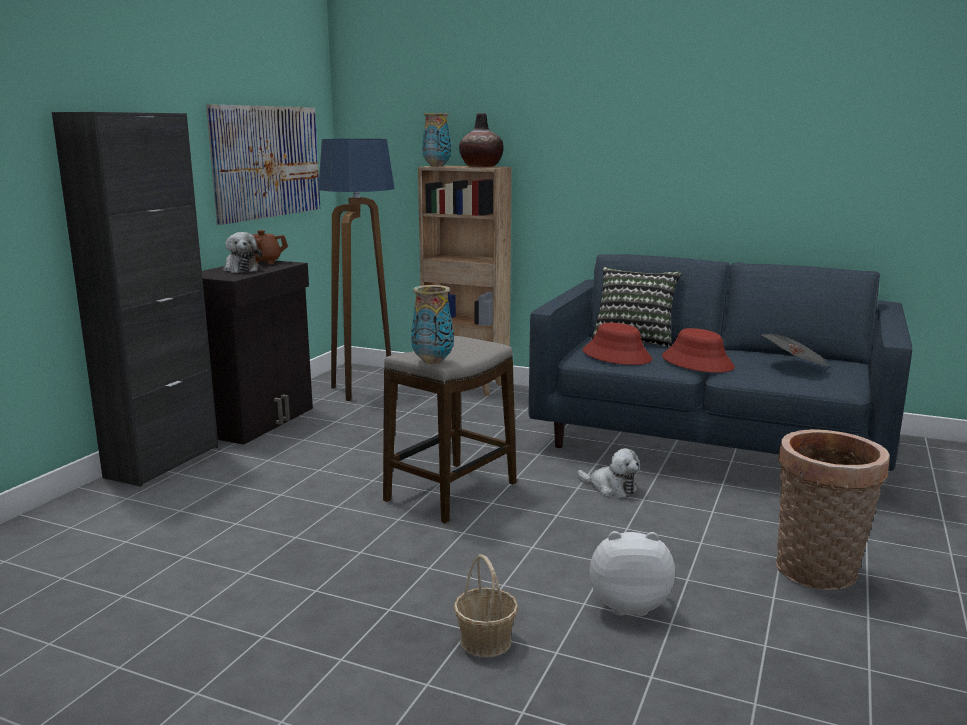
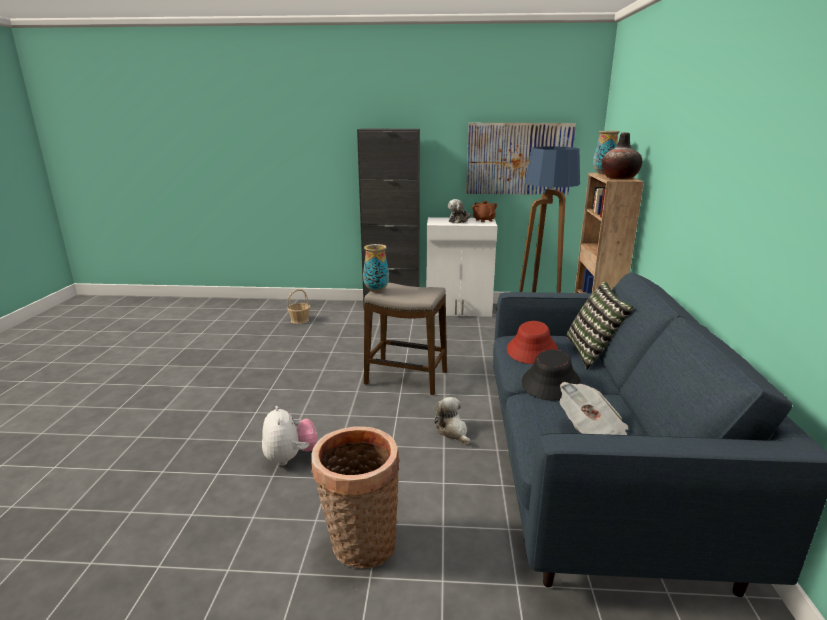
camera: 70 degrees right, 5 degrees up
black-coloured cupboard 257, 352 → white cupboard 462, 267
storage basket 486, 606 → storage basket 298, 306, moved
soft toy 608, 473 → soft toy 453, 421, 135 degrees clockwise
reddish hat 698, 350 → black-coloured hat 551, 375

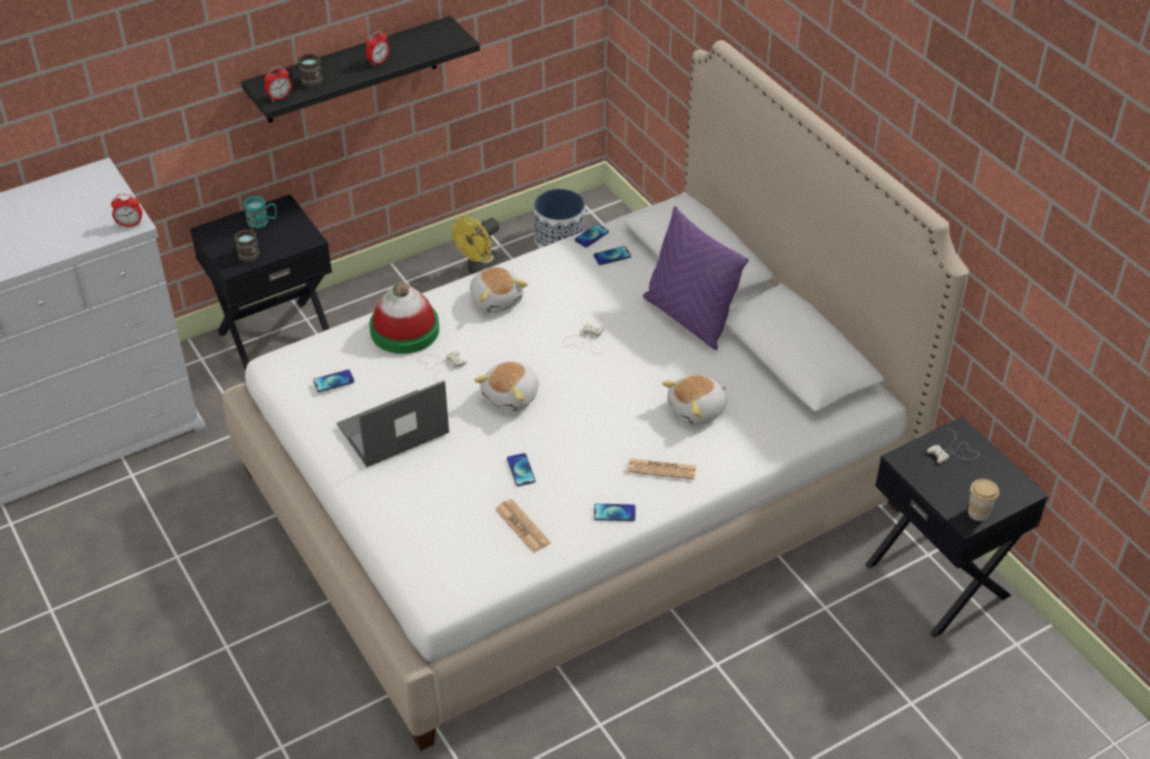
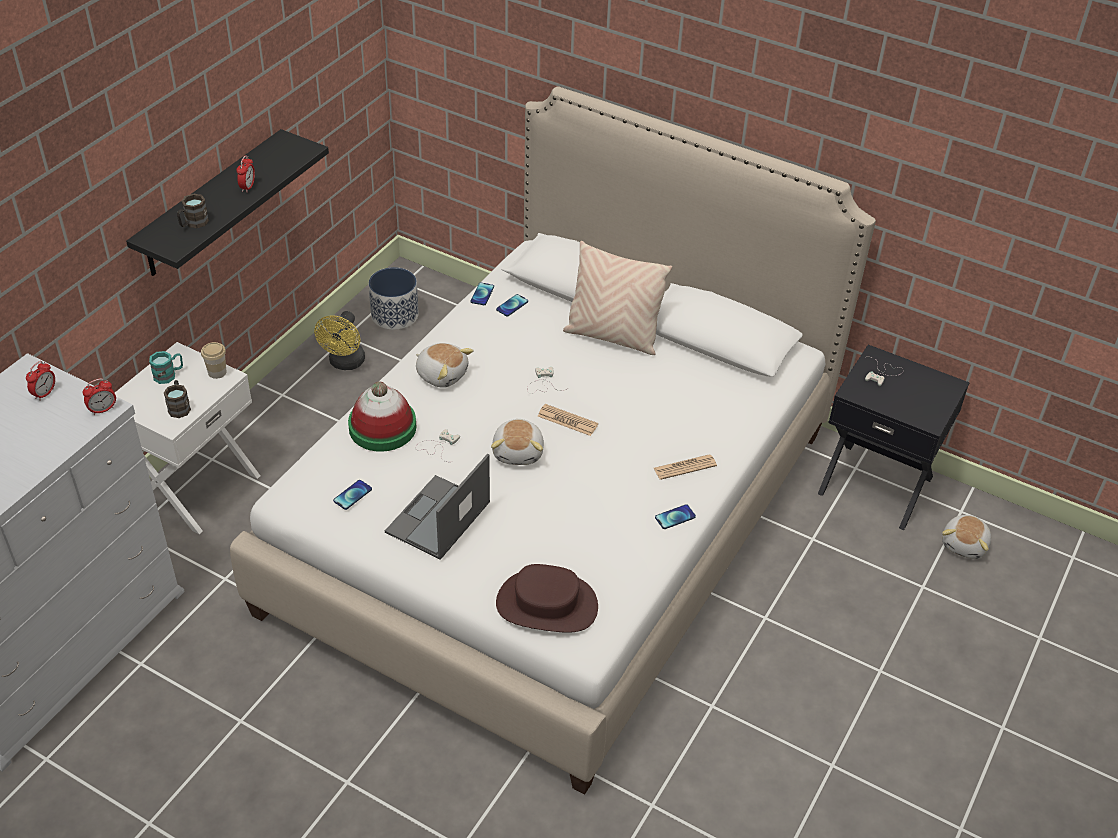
camera: 30 degrees left, 0 degrees up
black-coloured bedside table 261, 282 → white bedside table 187, 438
bedside clock 278, 84 → bedside clock 40, 380, moved
printed paper 523, 526 → printed paper 568, 420, moved
telephone 521, 469 → -
purplish pillow 696, 278 → beige pillow 617, 298
soft toy 694, 400 → soft toy 966, 537, moved
cup 983, 500 → cup 214, 360, moved
- → brown hat 547, 598

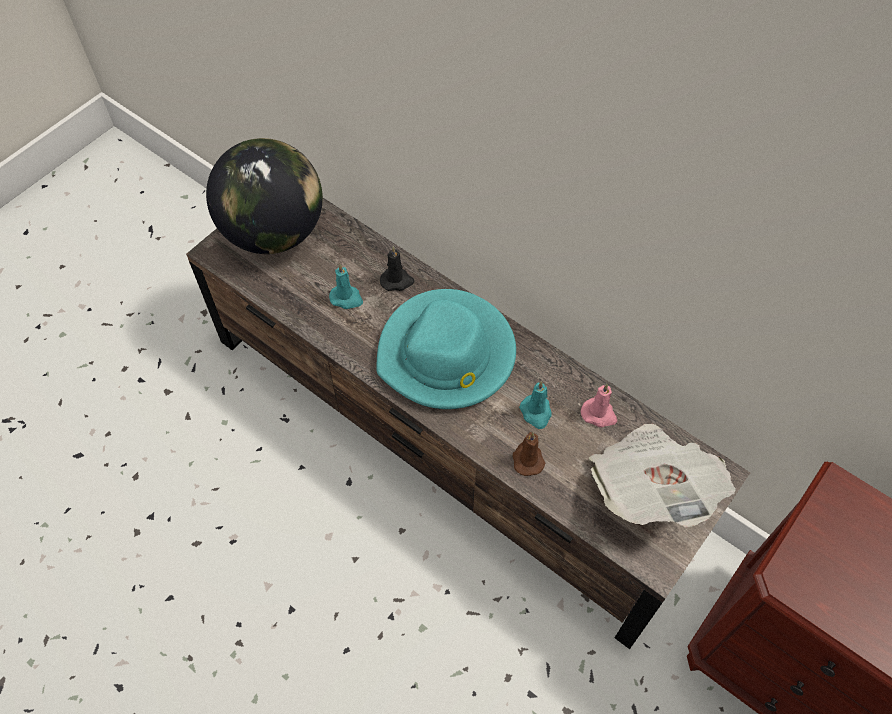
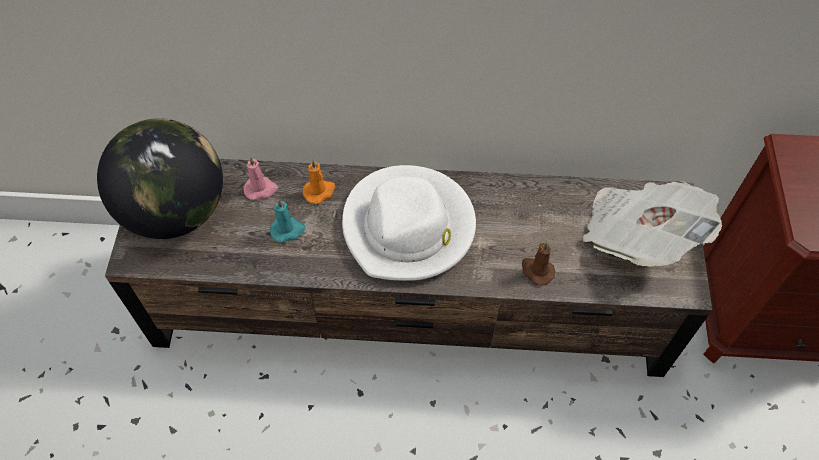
camera: 35 degrees left, 0 degrees up
turquoise-coloured hat 446, 349 → white hat 409, 223
black-coloured wax light 397, 268 → orange-coloured wax light 319, 182
turquoise-coloured wax light 535, 405 → -
pink-coloured wax light 599, 405 → pink-coloured wax light 261, 179, moved

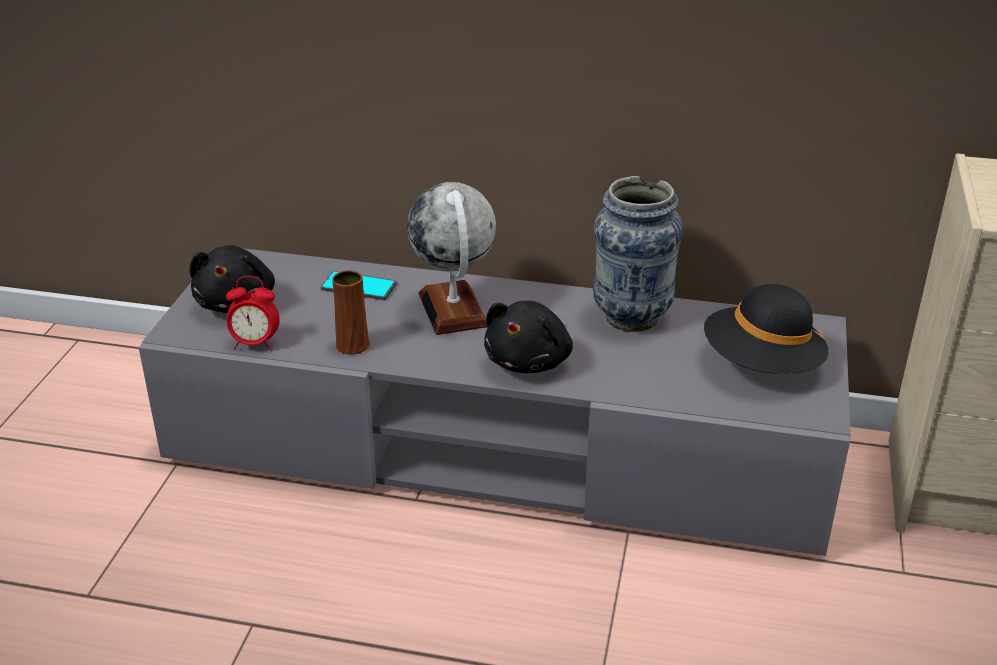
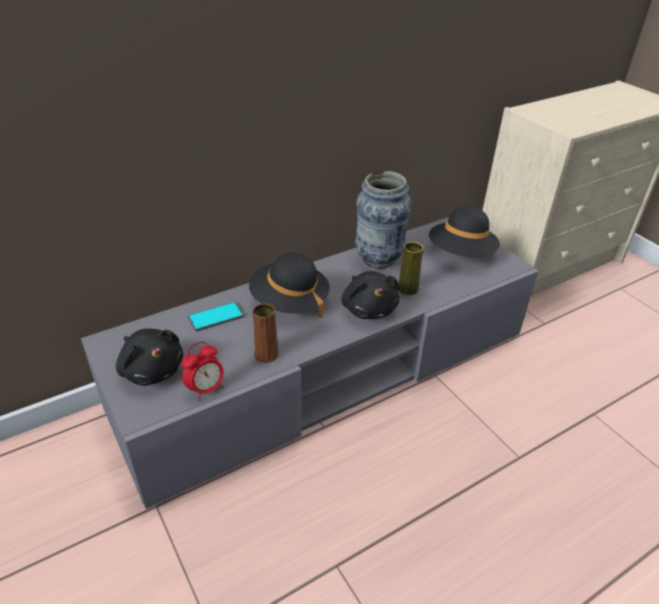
camera: 45 degrees left, 5 degrees up
world globe 451, 258 → black-coloured hat 289, 285
- → yellow-coloured decorative vase 410, 268

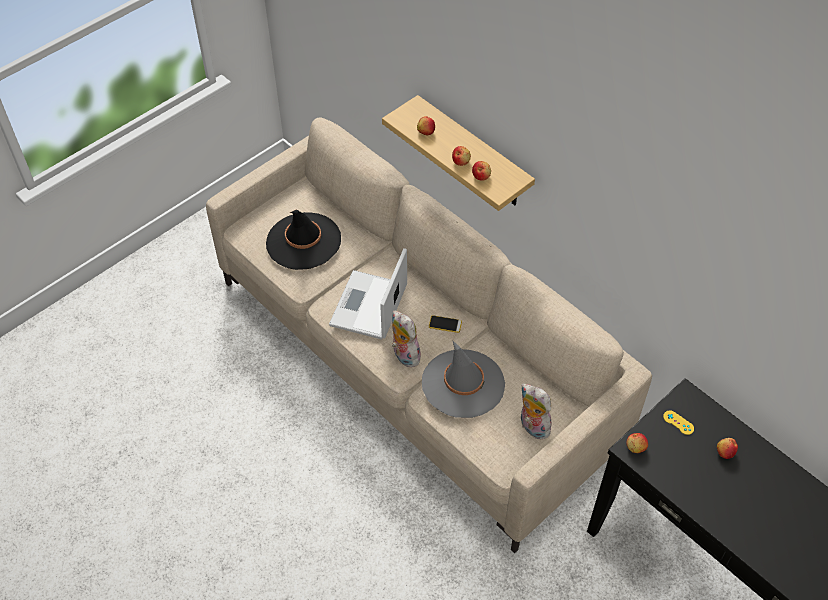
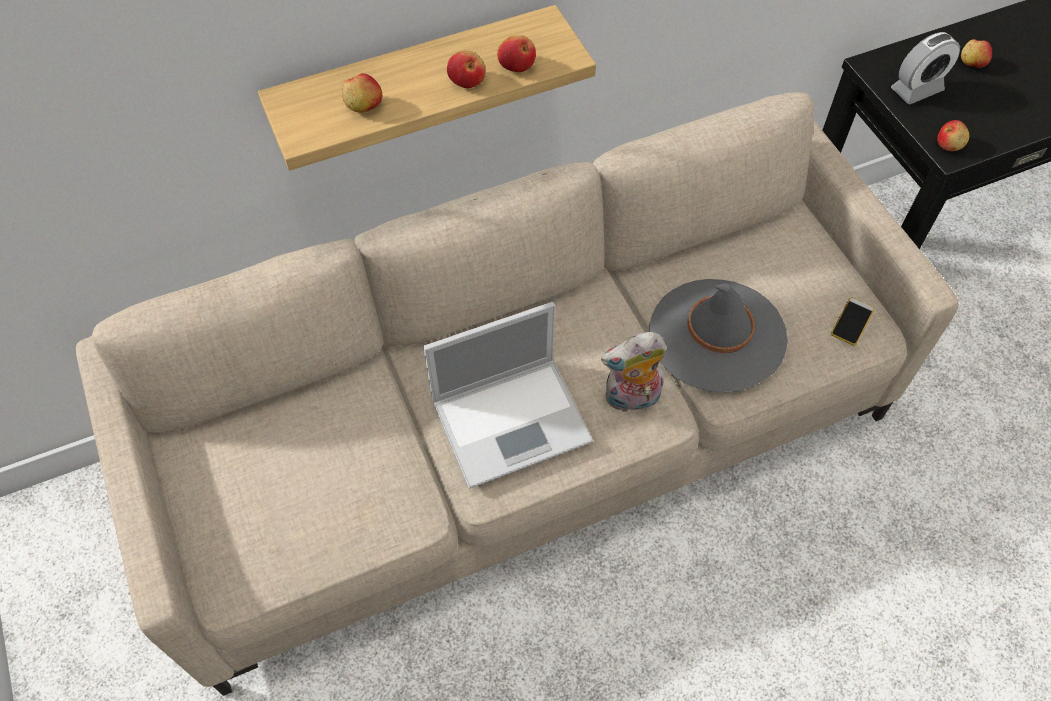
camera: 70 degrees left, 5 degrees up
black-coloured hat 303, 240 → -
portable computer 368, 294 → portable computer 508, 395, 60 degrees counterclockwise
telephone 445, 324 → telephone 852, 321, moved
soft toy 536, 412 → -
yellow-coloured gamepad 678, 423 → bedside clock 925, 68

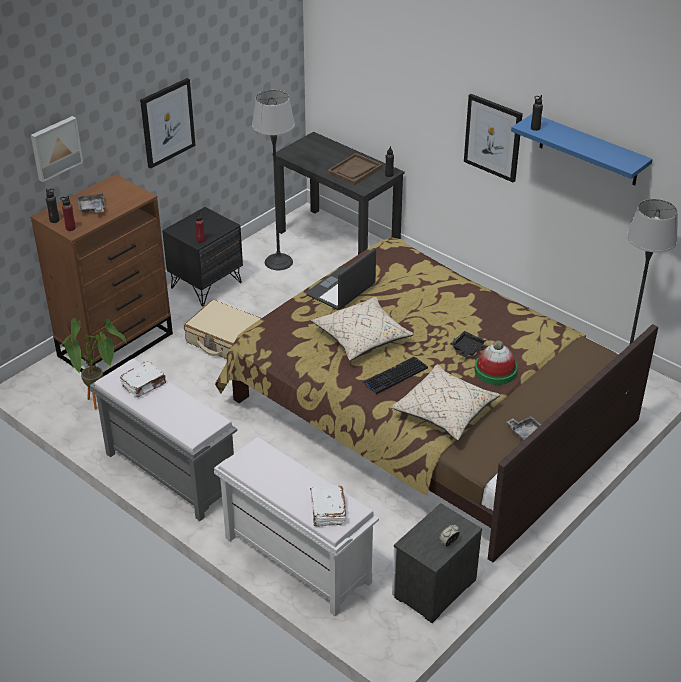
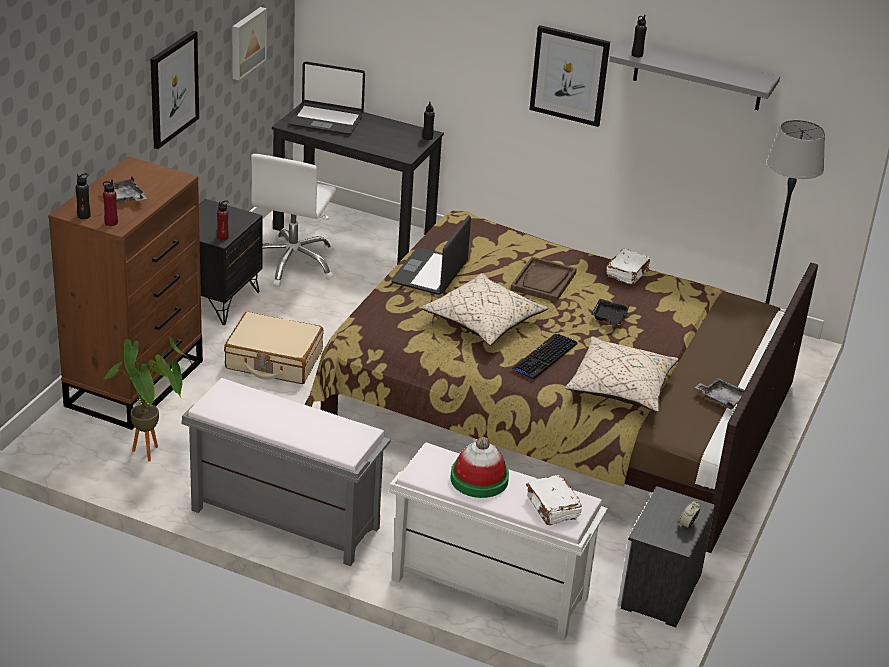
camera: 20 degrees left, 5 degrees down
wall picture 57, 149 → wall picture 249, 43, moved
white volume 143, 379 → white volume 628, 266, moved
standard lamp 273, 180 → white computer chair 293, 220
brown carrying tray 355, 169 → brown carrying tray 544, 279, moved
hat 496, 363 → hat 479, 467, moved
blue bracket shelf 582, 149 → greyish bracket shelf 694, 75
- → portable computer 327, 98

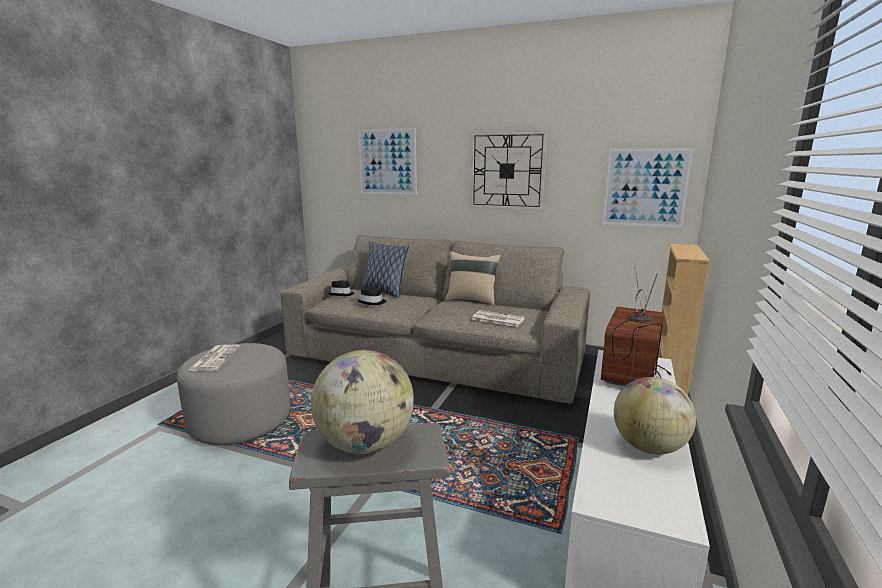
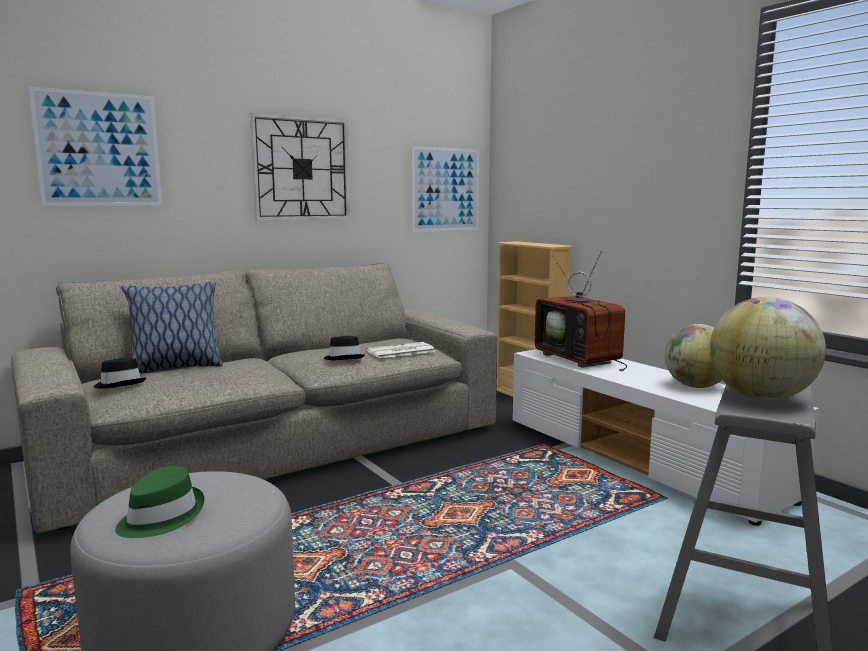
camera: 55 degrees left, 5 degrees down
printed paper 214, 358 → green hat 159, 502
black-coloured hat 372, 296 → black-coloured hat 344, 348, moved
beige pillow 473, 278 → -

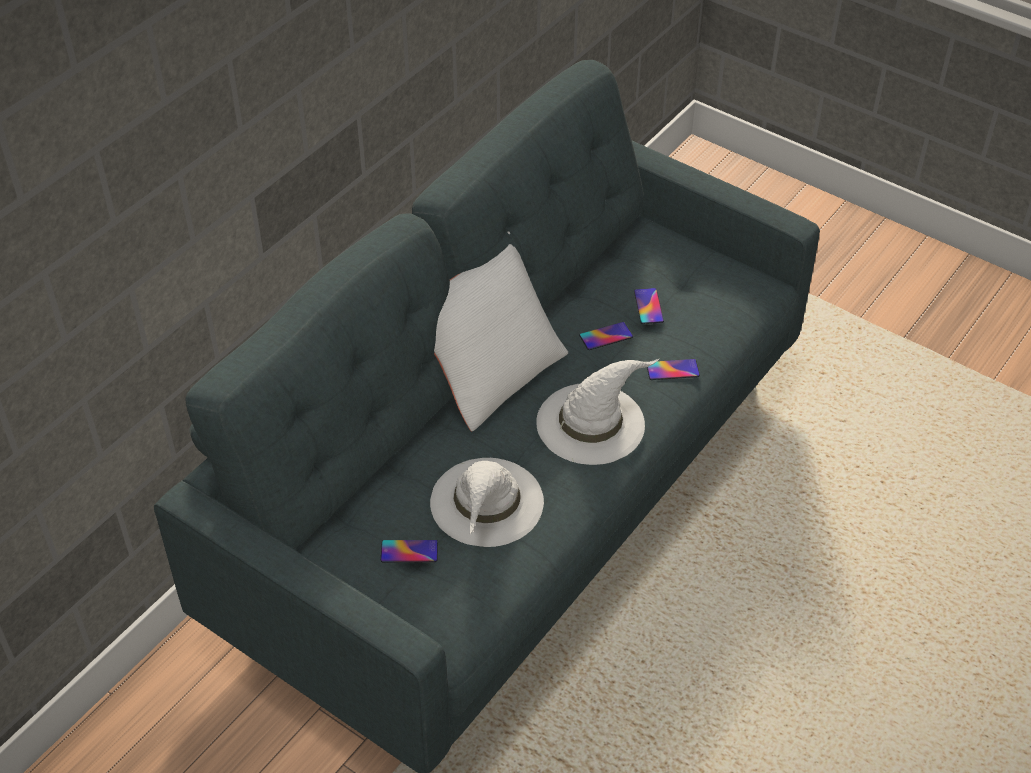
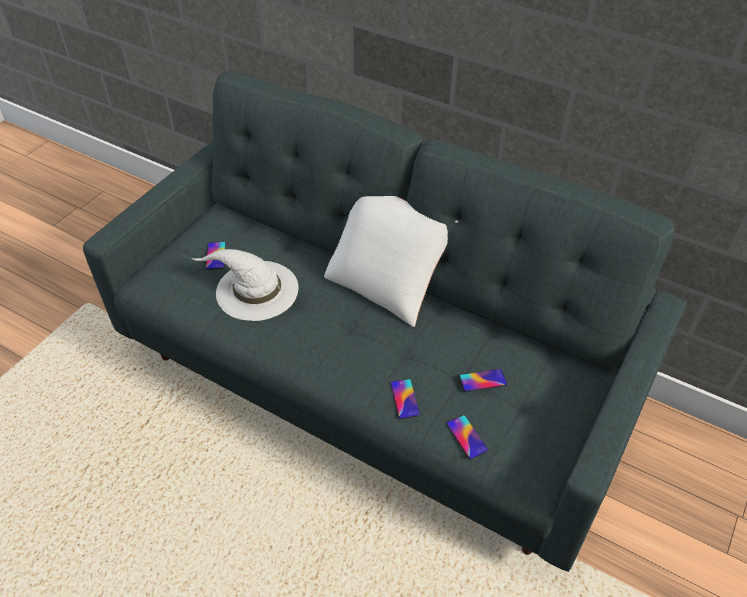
camera: 85 degrees right, 0 degrees up
white hat 598, 411 → -
telephone 606, 336 → telephone 467, 437, moved

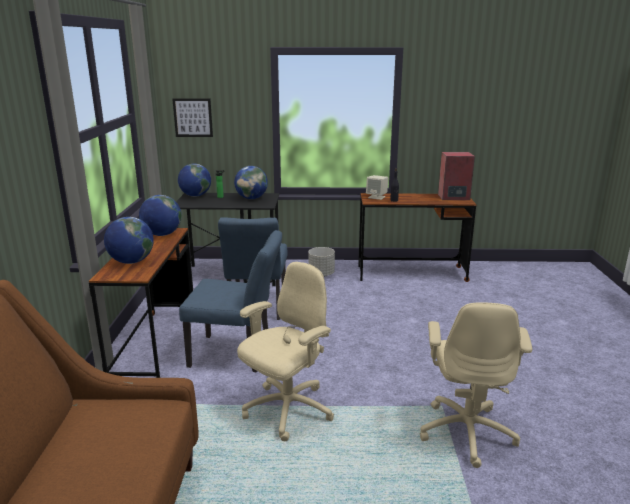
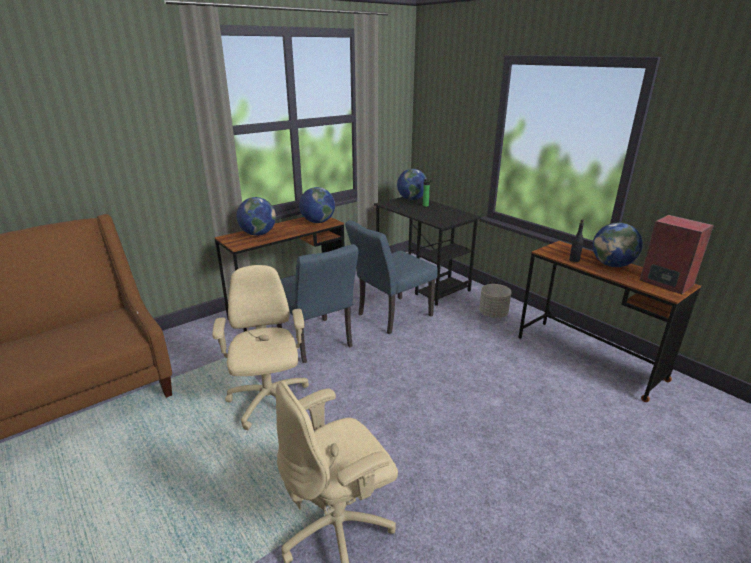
camera: 50 degrees right, 5 degrees up
wall picture 192, 118 → -
world globe 251, 182 → world globe 618, 245, moved
beige computer chair 285, 351 → beige computer chair 260, 347, 105 degrees counterclockwise
beige loudspeaker 377, 187 → -

